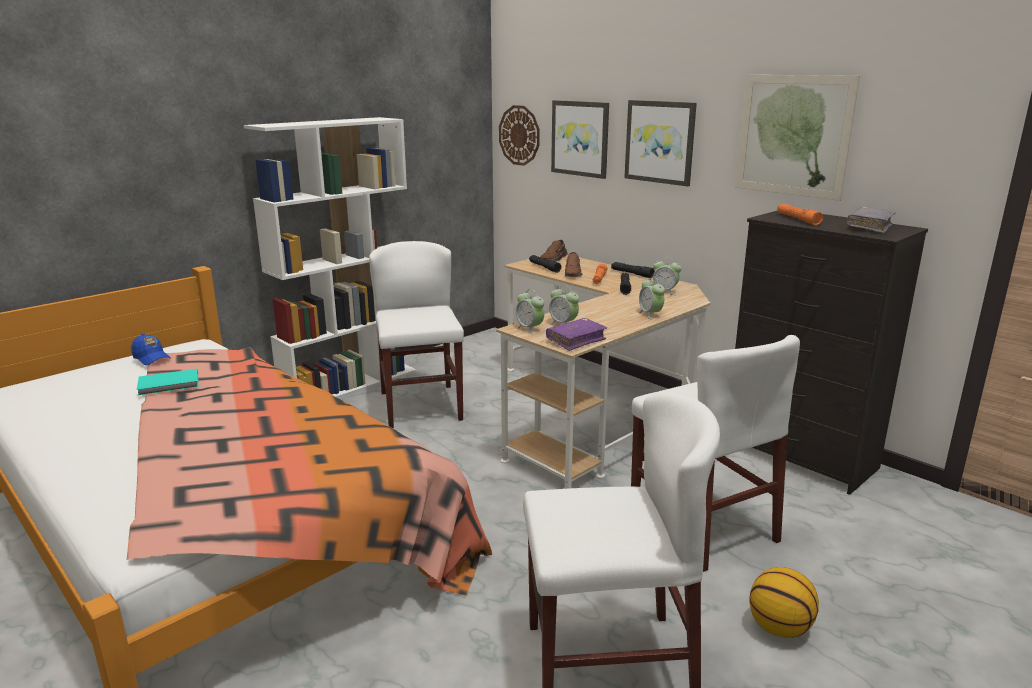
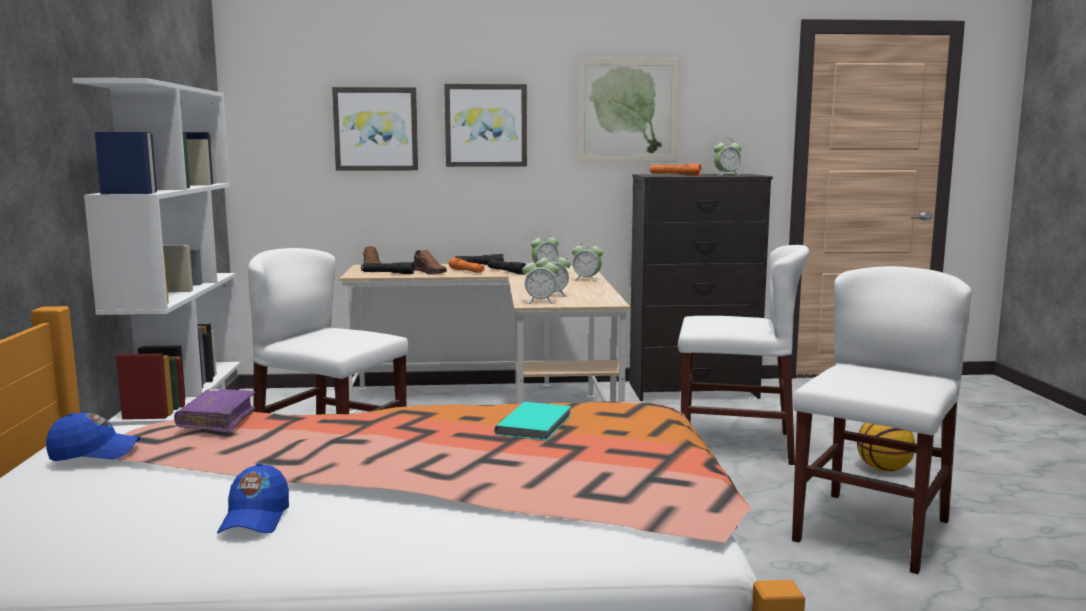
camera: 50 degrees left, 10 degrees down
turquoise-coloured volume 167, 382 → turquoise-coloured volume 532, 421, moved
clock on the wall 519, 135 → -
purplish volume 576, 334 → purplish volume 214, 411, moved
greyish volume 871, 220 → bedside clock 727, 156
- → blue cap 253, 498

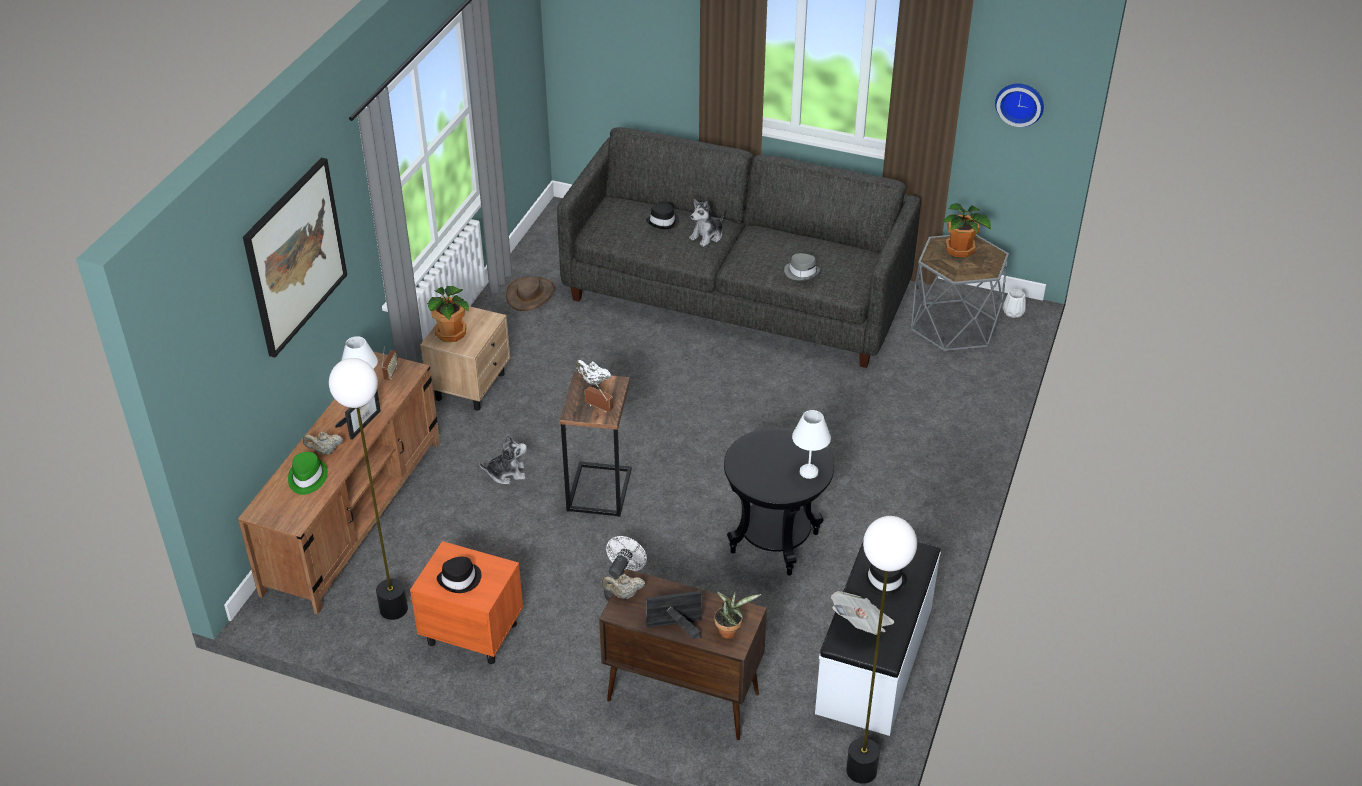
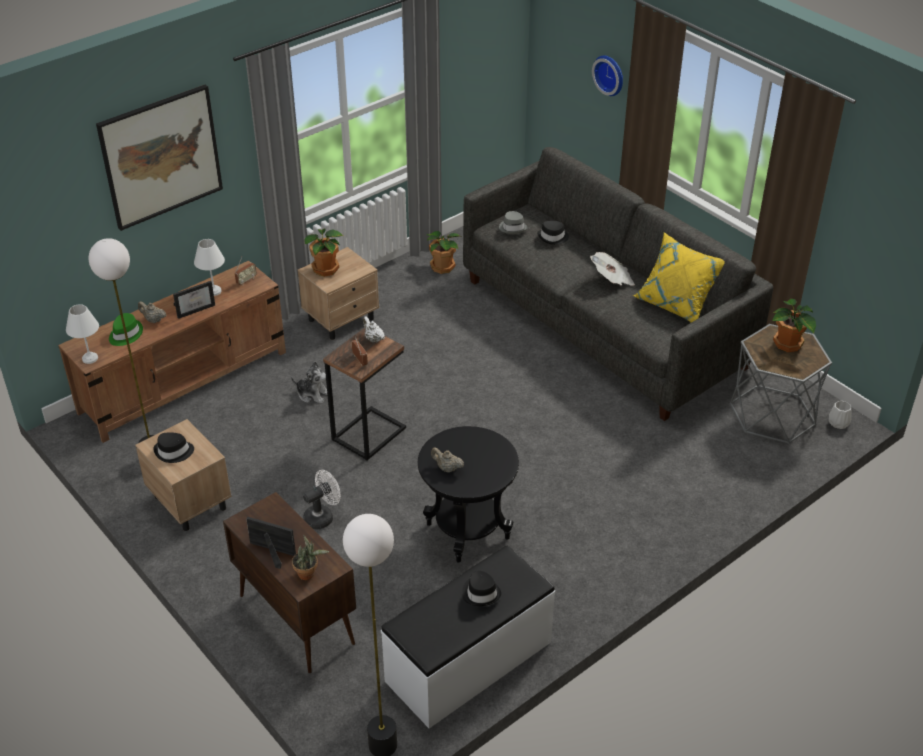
camera: 30 degrees right, 0 degrees up
orange-coloured bedside table 466, 602 → beige bedside table 183, 475
brown hat 530, 293 → potted plant 443, 252
beige pot for tea 623, 586 → beige pot for tea 447, 460, moved
soft toy 706, 223 → -
greyish hat 802, 267 → greyish hat 513, 222, moved
white tabletop lamp 811, 444 → white tabletop lamp 82, 334, moved
printed paper 862, 613 → printed paper 612, 269, moved
clock on the wall 1019, 105 → clock on the wall 607, 76, moved
- → yellow-coloured pillow 678, 277

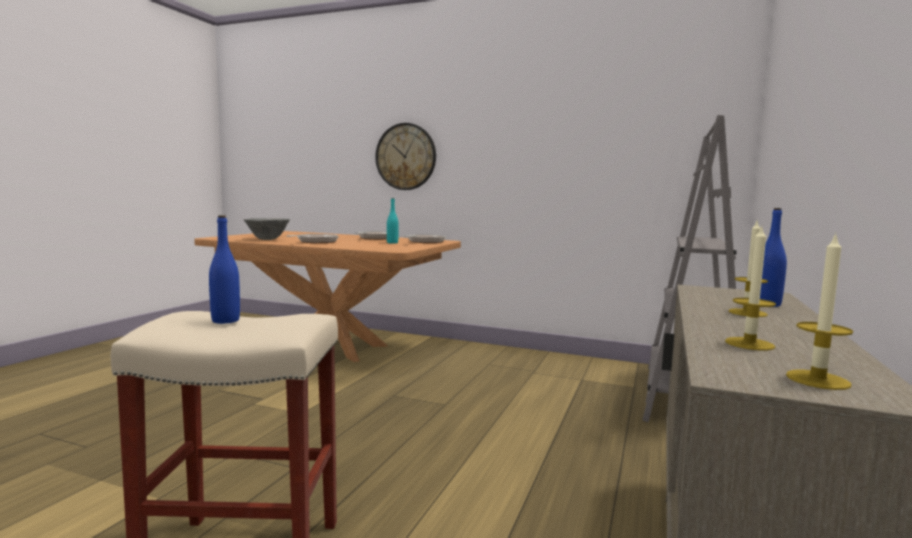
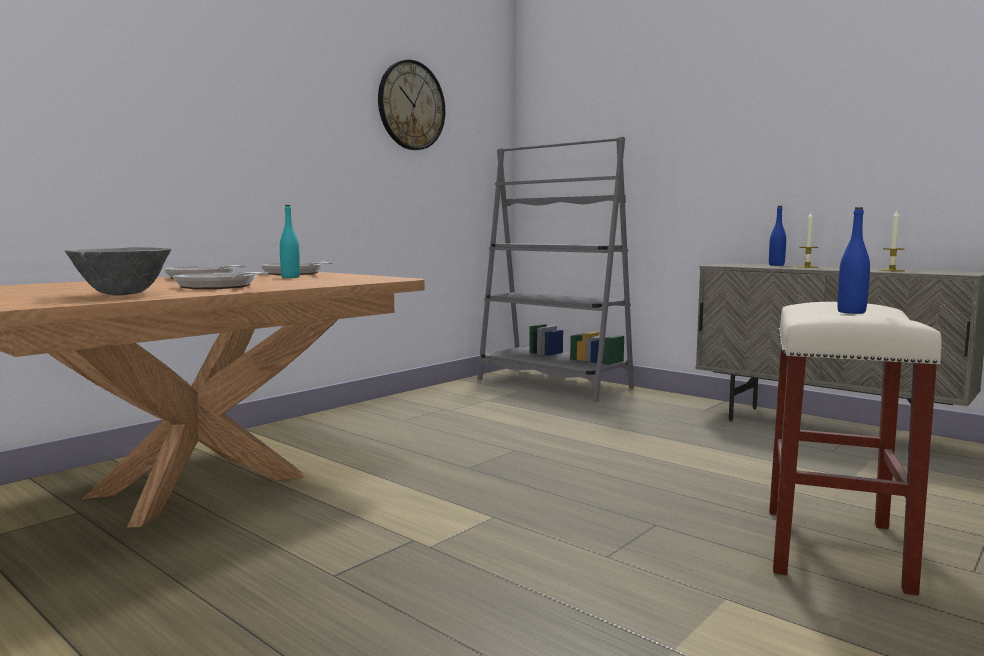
camera: 70 degrees left, 0 degrees up
clock on the wall 405, 156 → clock on the wall 411, 105, moved
wax light 819, 311 → -

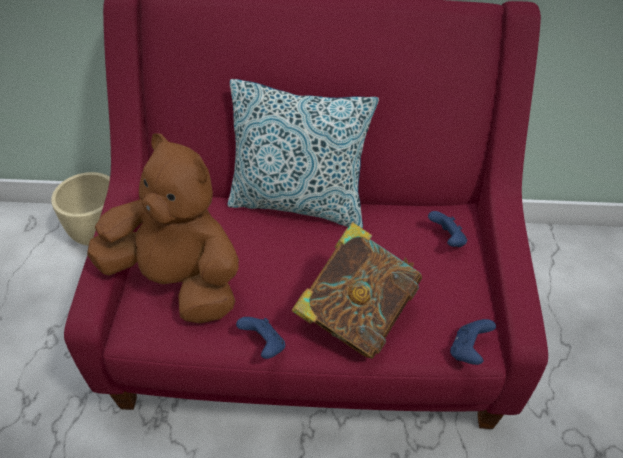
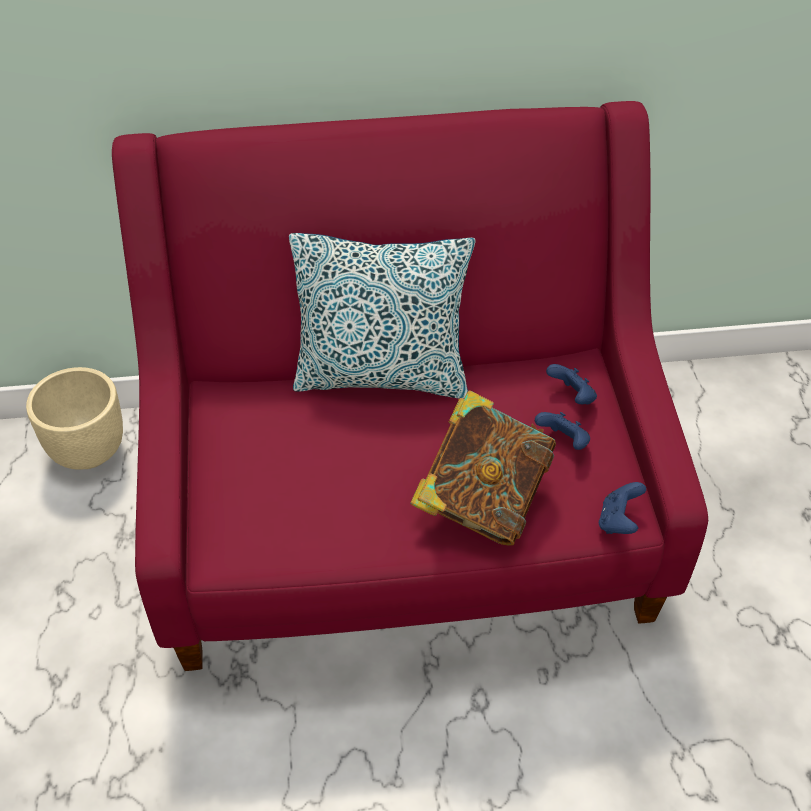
camera: 10 degrees left, 0 degrees up
brown soft toy 163, 228 → -
blue gamepad 260, 338 → blue gamepad 562, 431, moved

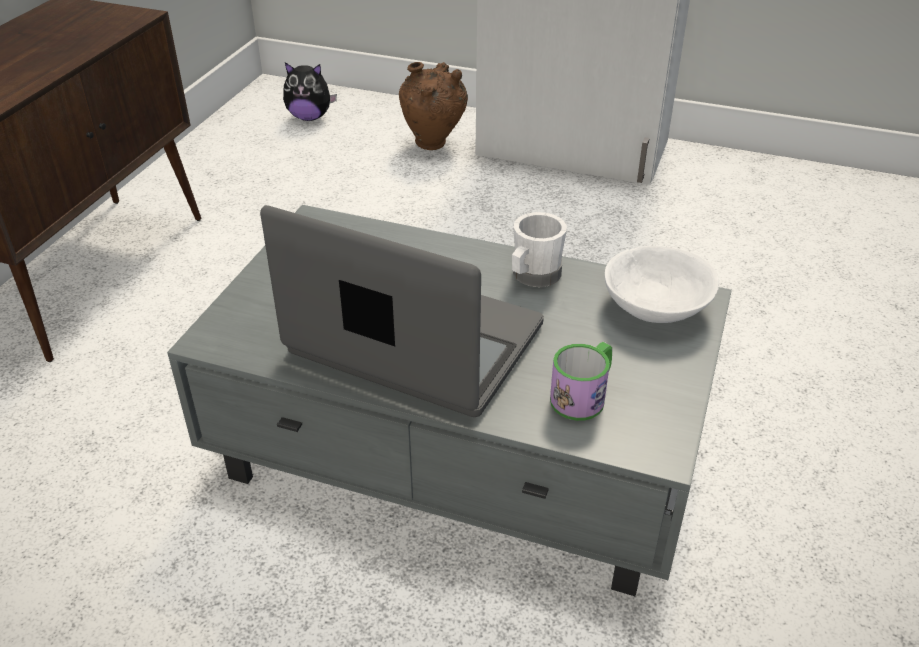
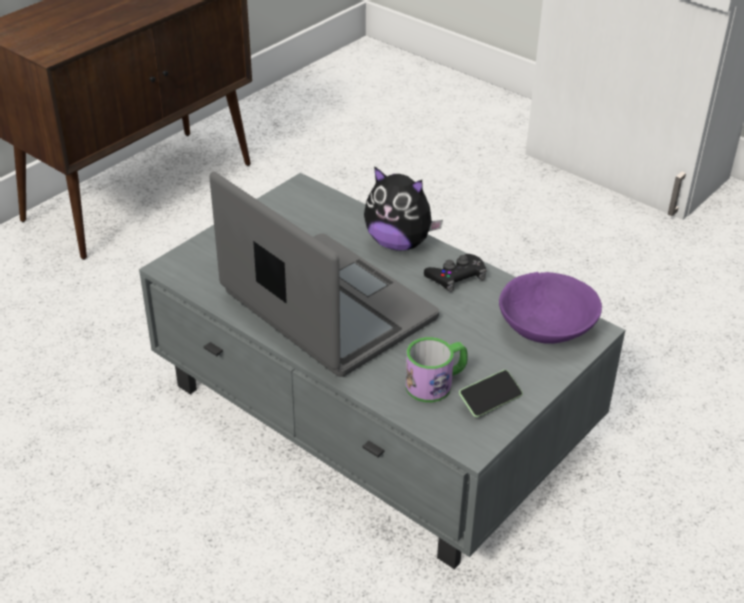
camera: 20 degrees right, 0 degrees up
soft toy 310, 91 → soft toy 403, 208, moved
brown decorative vase 433, 106 → -
white coffee mug 539, 249 → black-coloured gamepad 455, 273
white serving bowl 662, 284 → purplish serving bowl 550, 308
- → telephone 491, 393

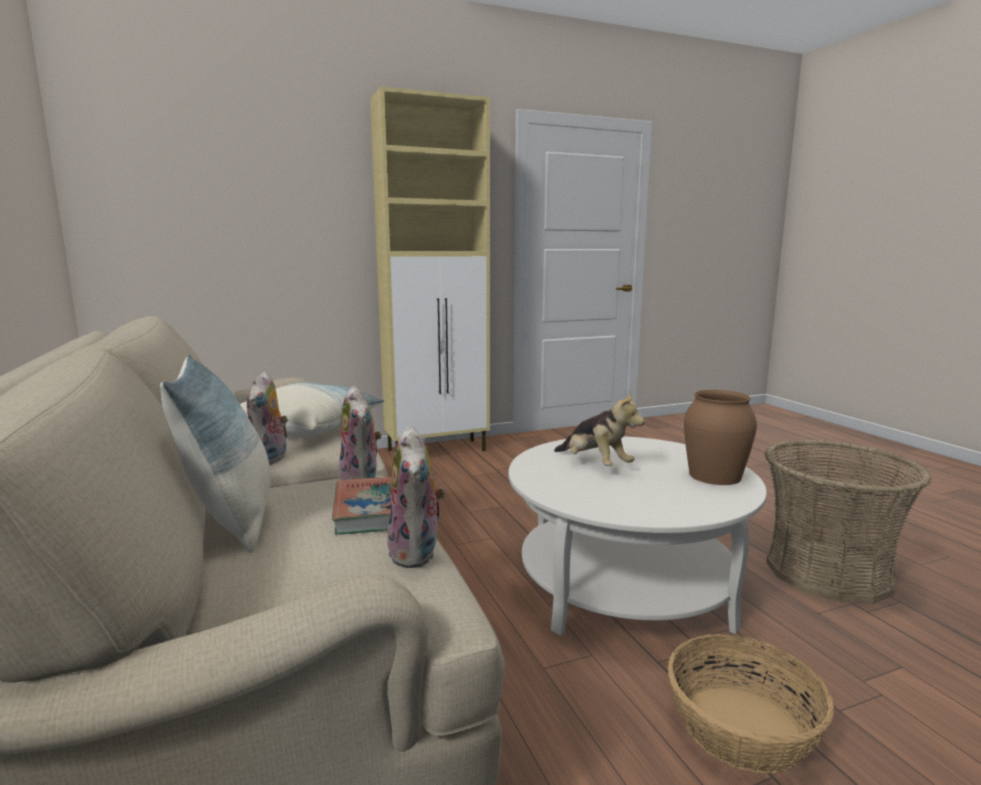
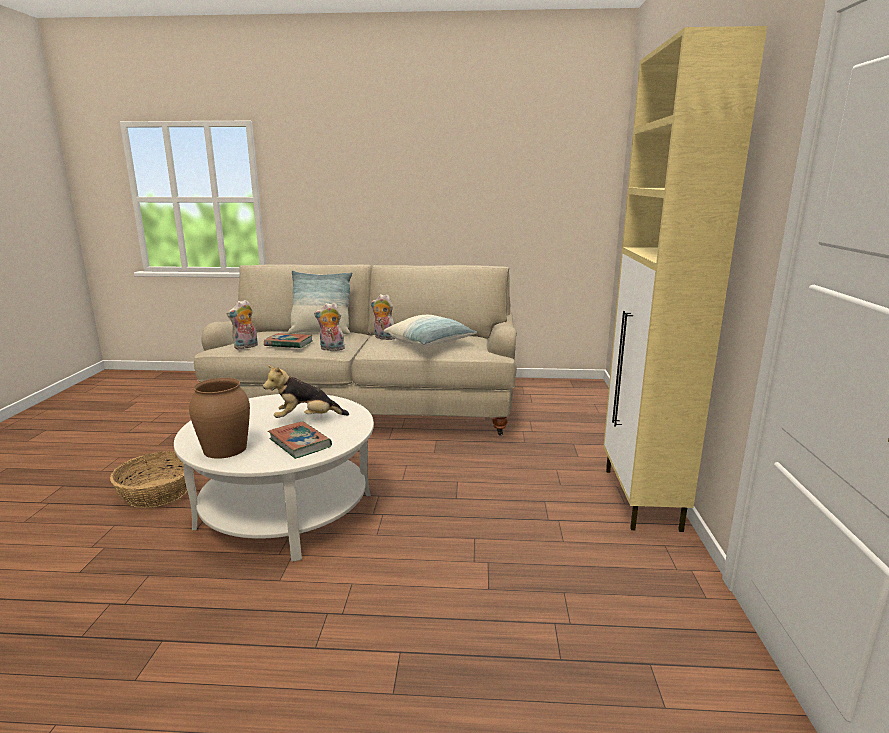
camera: 115 degrees right, 5 degrees up
soft toy 416, 496 → soft toy 242, 324, 60 degrees counterclockwise
storage basket 848, 521 → -
- → volume 300, 440

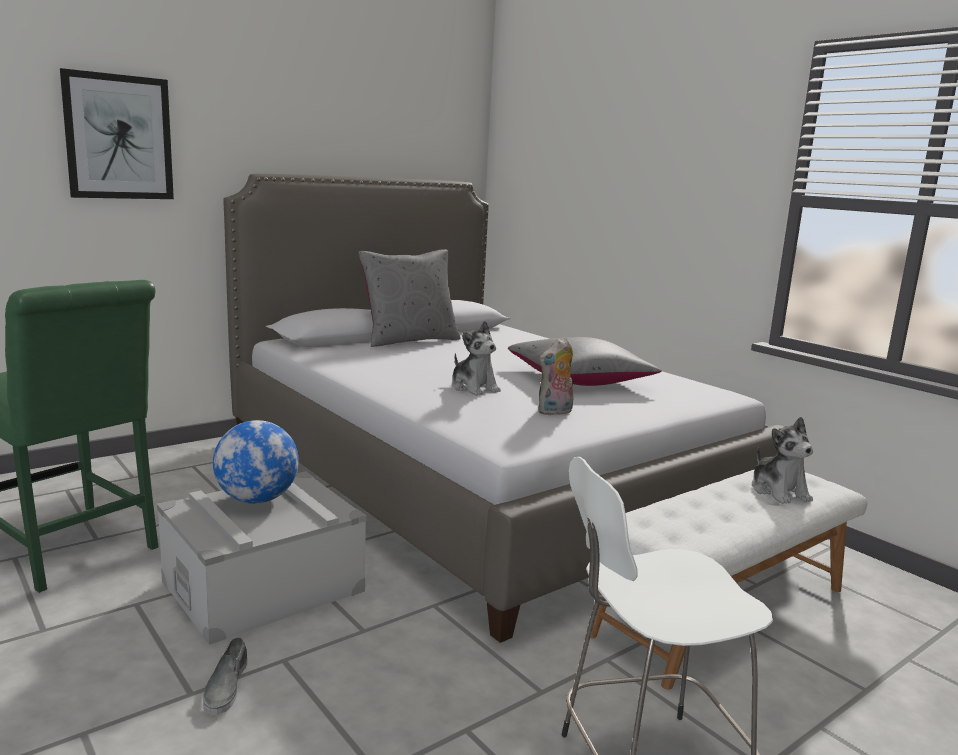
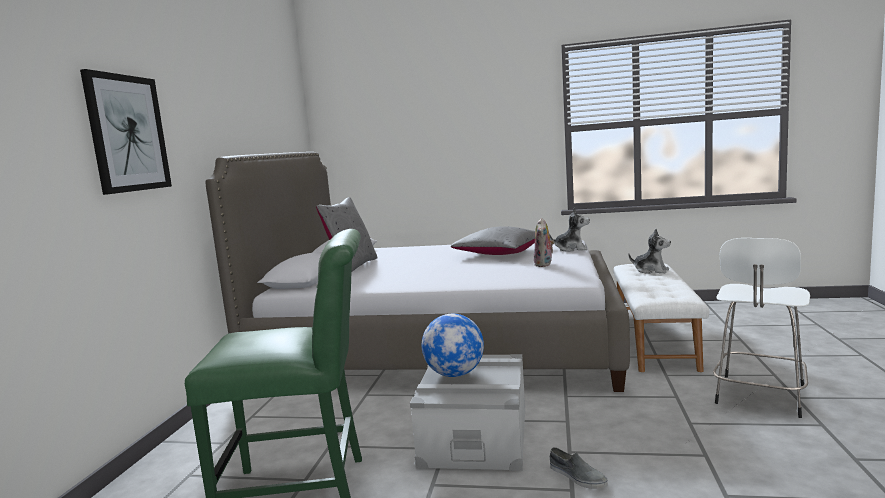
camera: 40 degrees left, 5 degrees down
soft toy 476, 358 → soft toy 569, 229, moved

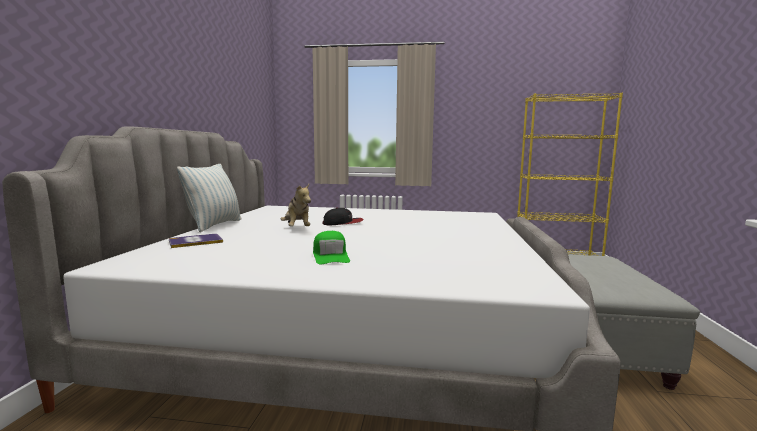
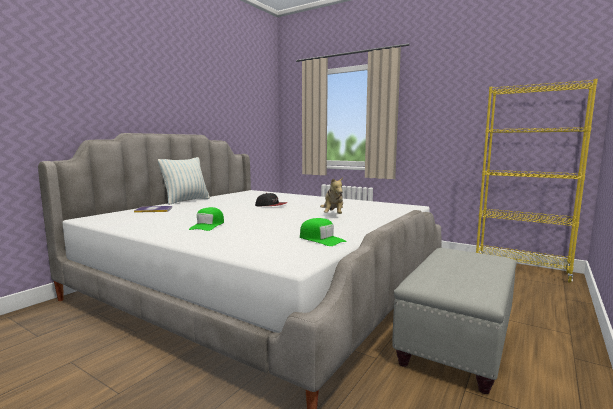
camera: 25 degrees right, 0 degrees up
soft toy 296, 205 → soft toy 331, 195, moved
- → green cap 323, 232

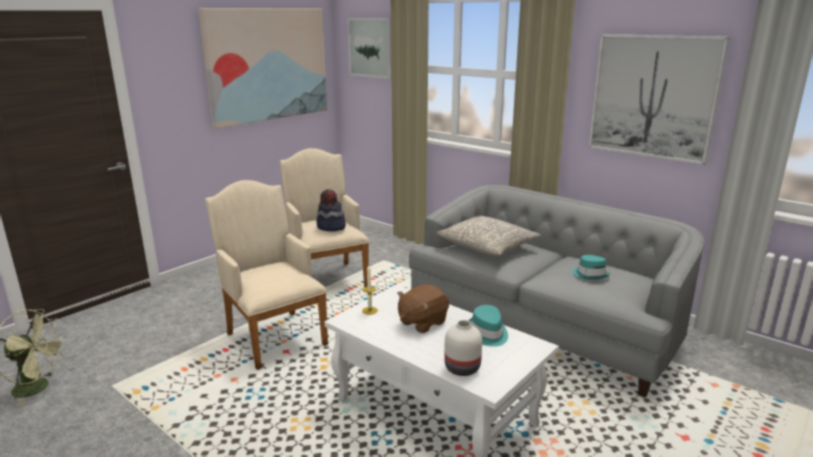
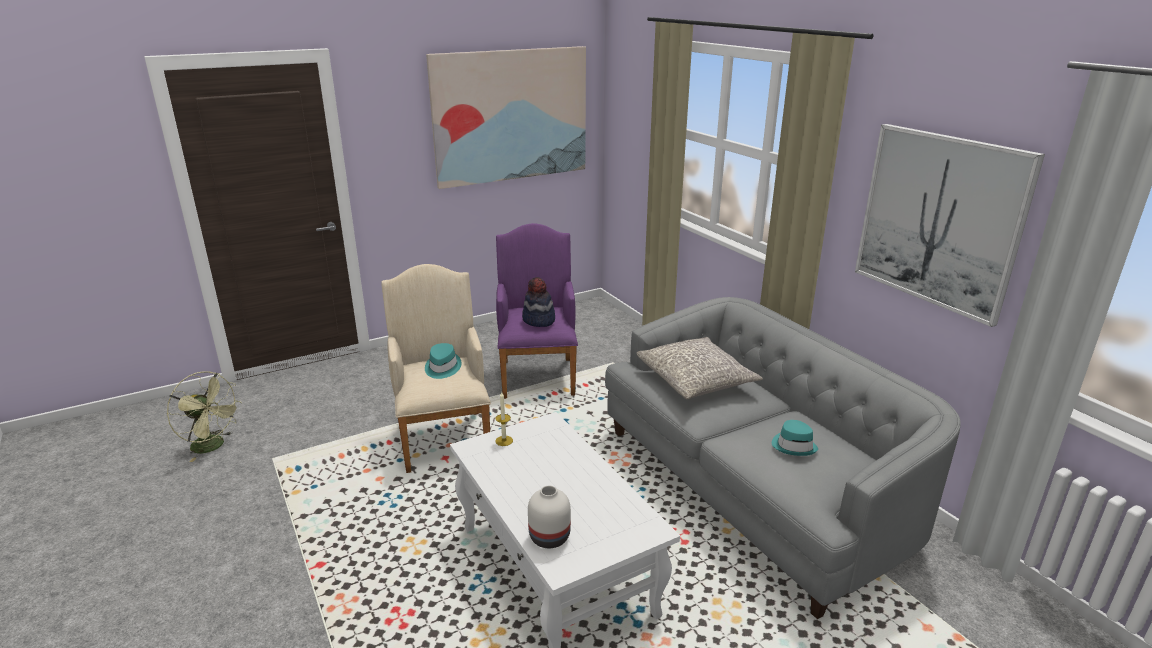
camera: 20 degrees right, 5 degrees up
beige lounge chair 325, 217 → purplish lounge chair 537, 311
wall picture 369, 48 → -
brown soft toy 423, 308 → -
turquoise-coloured hat 488, 326 → turquoise-coloured hat 443, 361, moved

